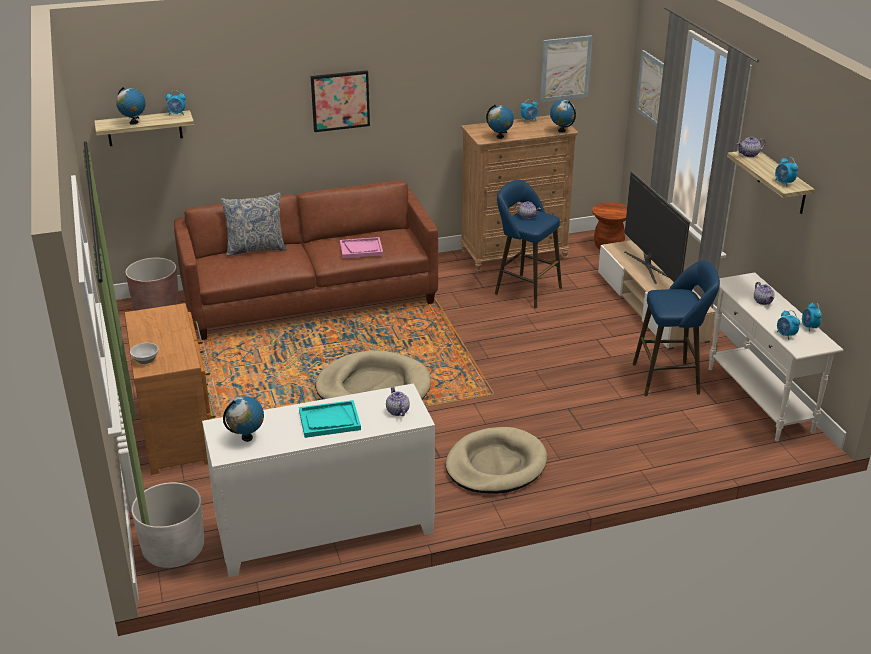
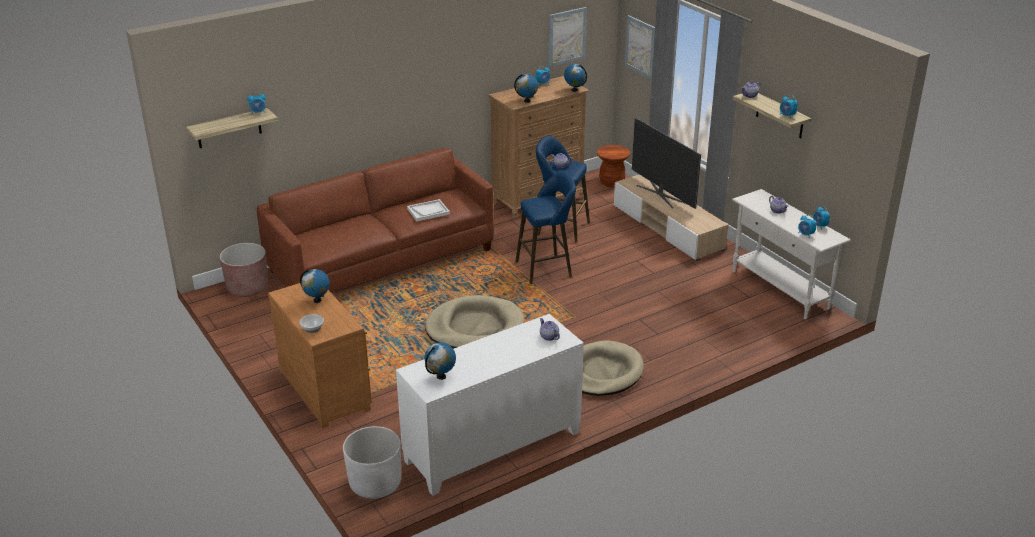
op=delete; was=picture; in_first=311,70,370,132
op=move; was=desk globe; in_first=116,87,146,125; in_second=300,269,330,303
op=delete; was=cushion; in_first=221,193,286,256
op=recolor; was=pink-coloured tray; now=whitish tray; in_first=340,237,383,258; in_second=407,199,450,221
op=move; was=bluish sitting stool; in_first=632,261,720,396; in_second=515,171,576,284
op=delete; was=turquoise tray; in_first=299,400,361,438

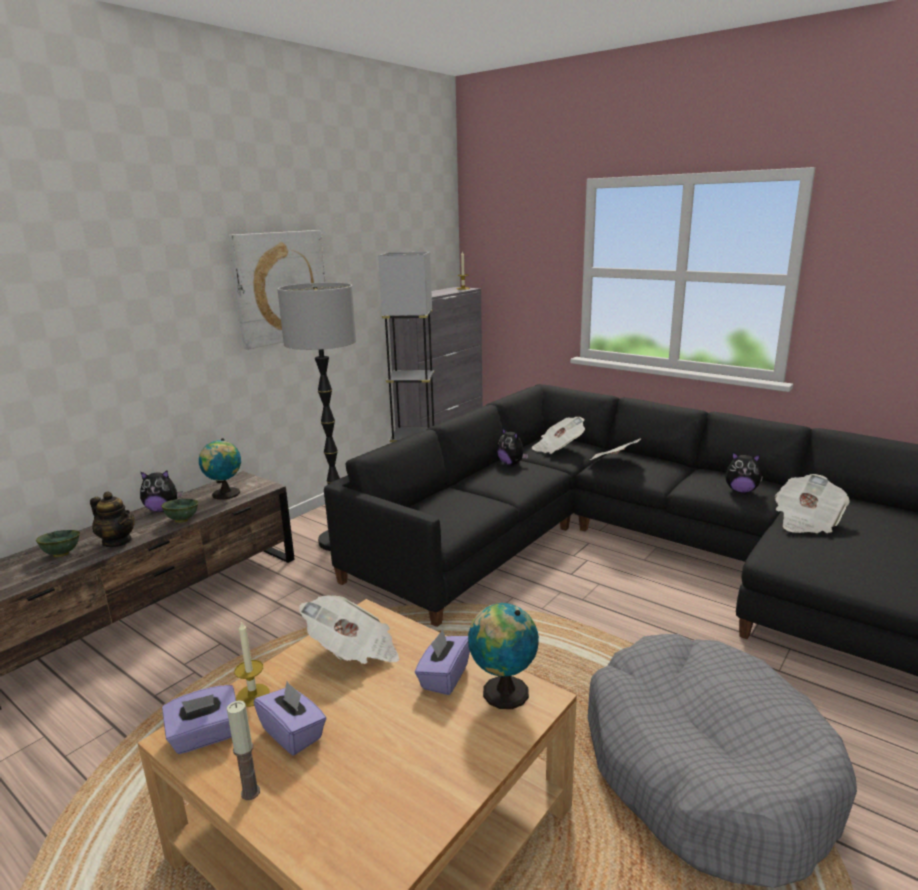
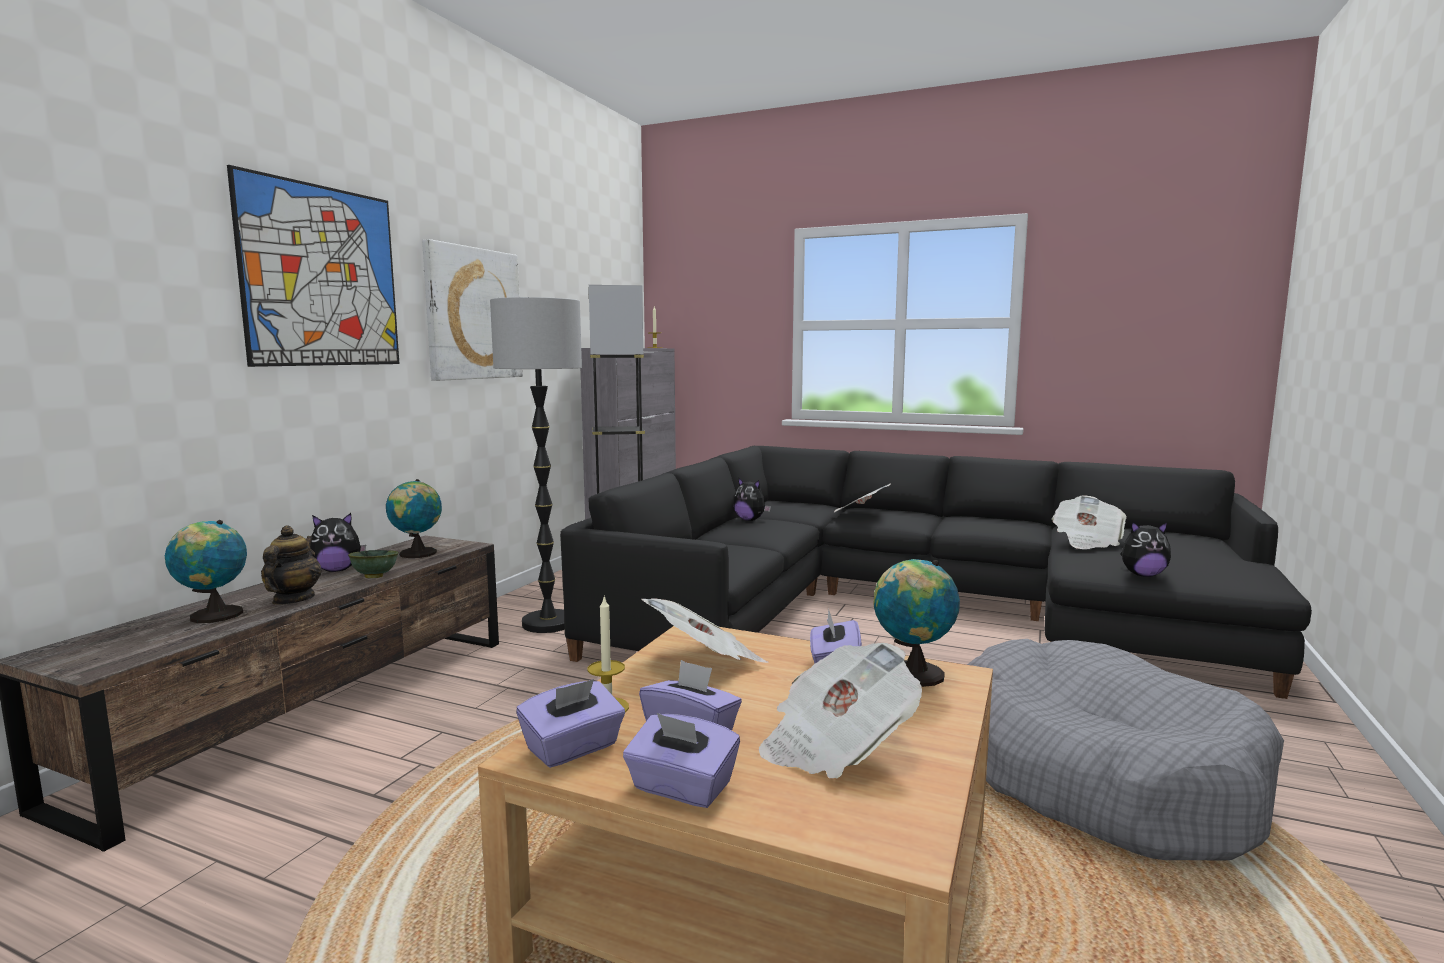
op=move; was=daily paper; in_first=532,417,585,454; in_second=758,643,922,778
op=move; was=cuddly toy; in_first=725,452,763,493; in_second=1120,522,1171,577
op=rotate; was=teapot; in_first=90,491,135,547; in_second=261,525,322,605; clockwise=-105
op=replace; was=greenish bowl; now=desk globe; in_first=36,530,80,557; in_second=165,520,247,623
op=replace; was=wax light; now=purple tissue holder; in_first=227,700,260,800; in_second=623,713,740,808
op=insert; now=picture; in_second=227,165,399,367

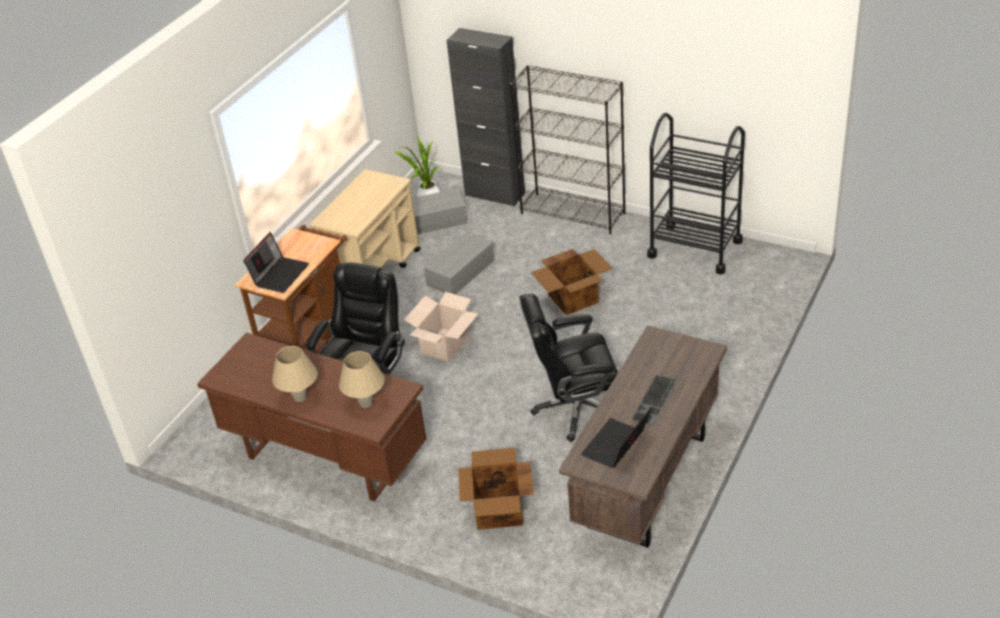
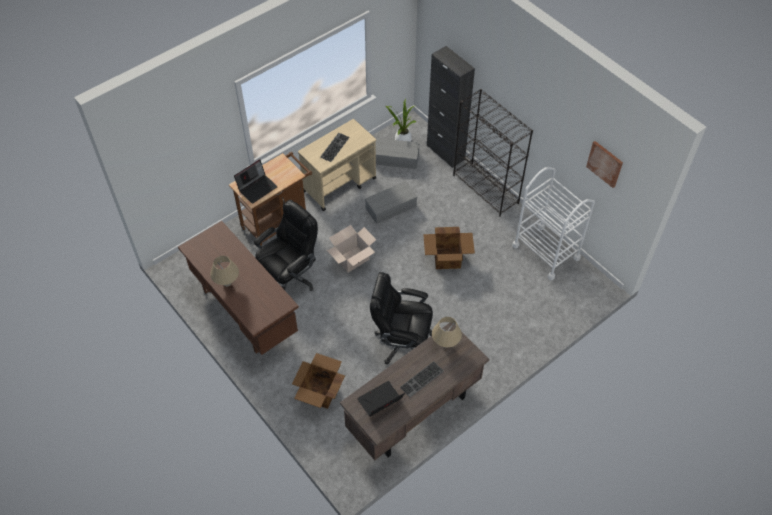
op=recolor; was=black-coloured cart; now=whitish cart; in_first=647,113,745,274; in_second=512,167,595,280
op=move; was=beige-coloured table lamp; in_first=339,351,385,408; in_second=432,317,462,348
op=insert; now=computer keyboard; in_second=320,133,350,162
op=insert; now=picture; in_second=586,141,623,188

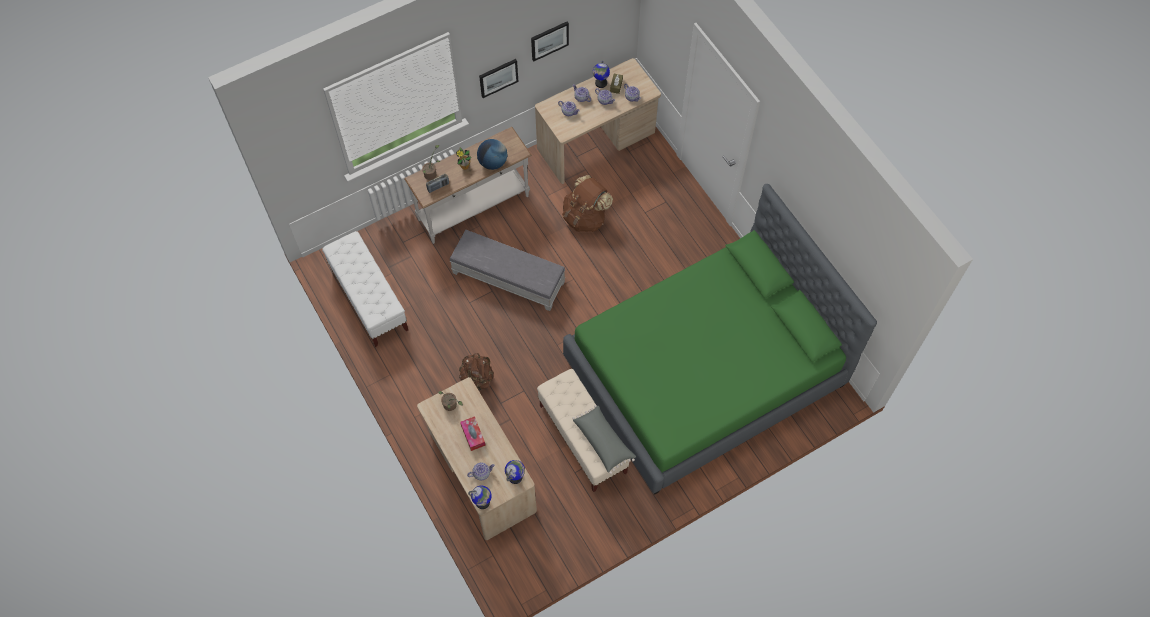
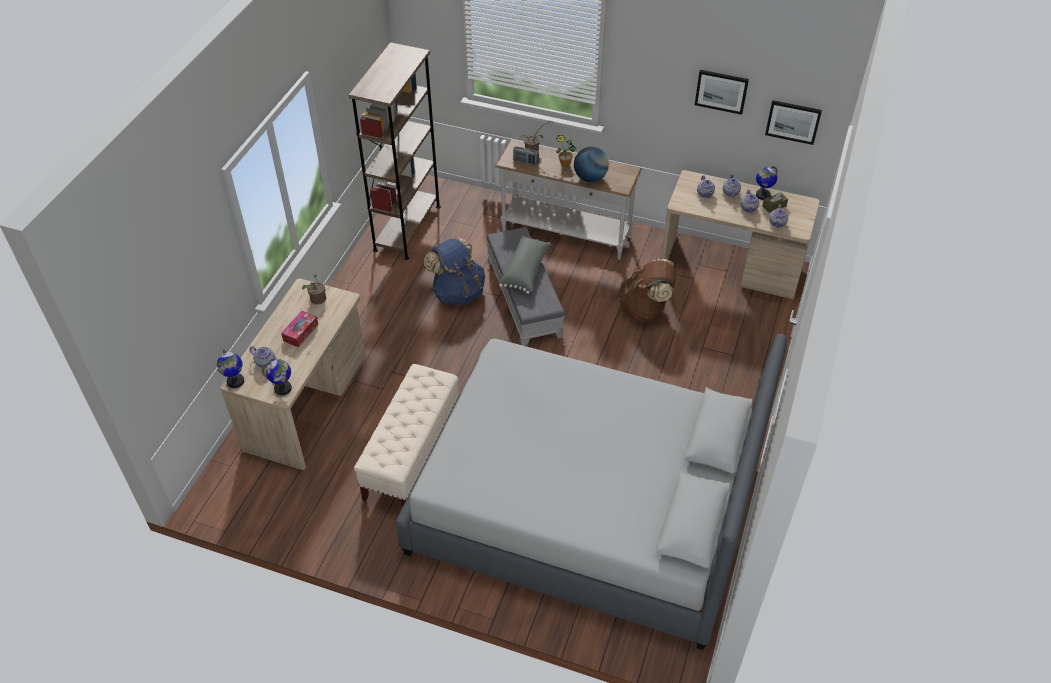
op=move; was=picture; in_first=479,59,518,98; in_second=765,100,822,145
op=recolor; was=greenish bed; now=gray bed; in_first=563,184,877,495; in_second=396,333,787,650
op=replace; was=whitish long seat; now=brown bookshelf; in_first=322,231,408,347; in_second=349,42,441,260
op=delete; was=brown rucksack; in_first=459,353,494,390
op=move; was=gray cushion; in_first=572,405,636,474; in_second=499,236,551,294
op=insert; now=bluish rucksack; in_second=424,237,485,305

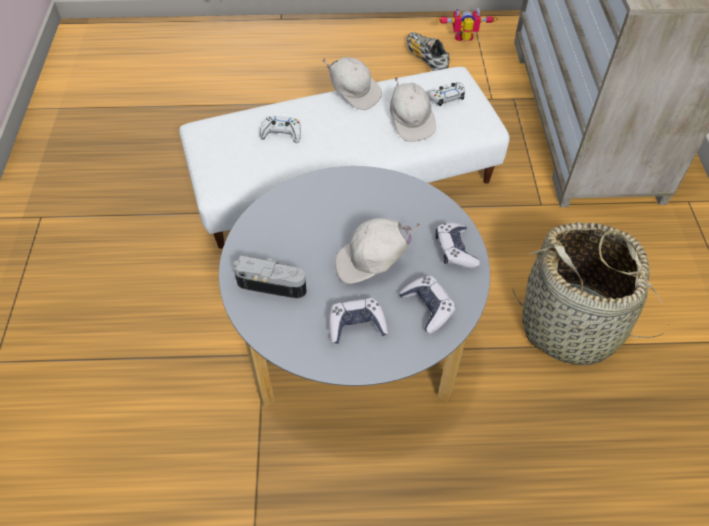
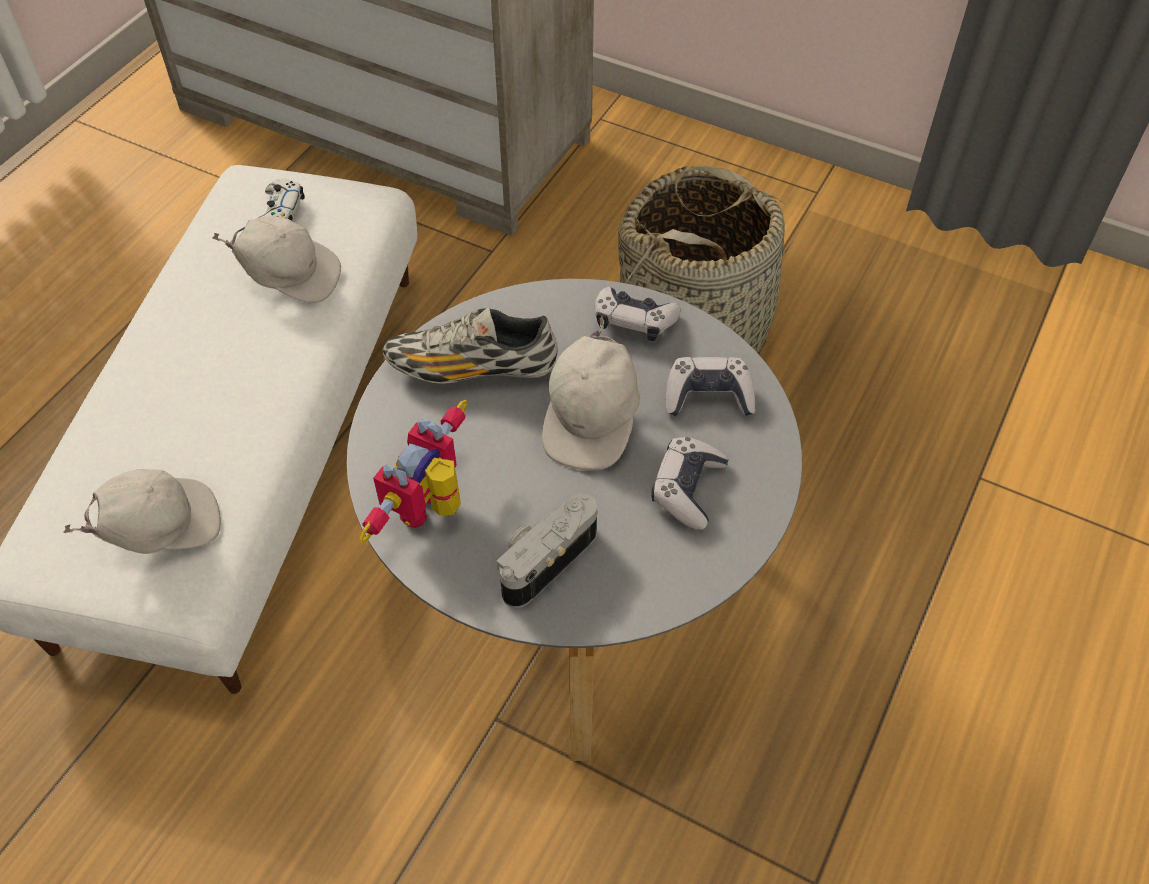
op=move; was=robot figure; in_first=436,7,498,41; in_second=359,400,467,543
op=move; was=shoe; in_first=407,32,449,71; in_second=382,308,558,384
op=move; was=whitish baseball cap; in_first=322,57,382,110; in_second=64,469,221,554
op=delete; was=whitish gamepad; in_first=260,116,301,143

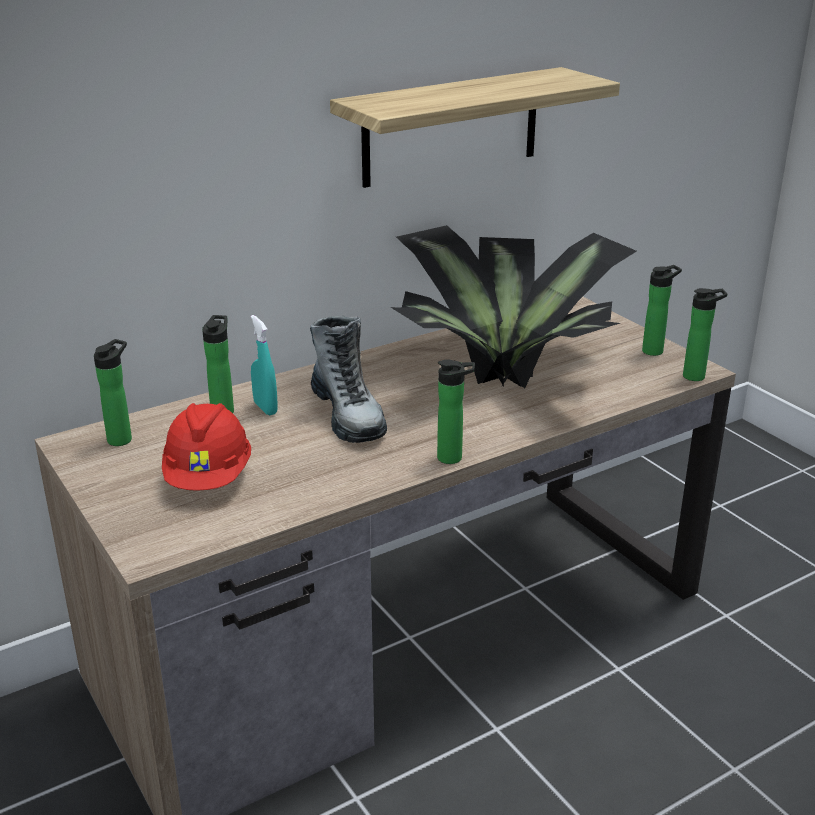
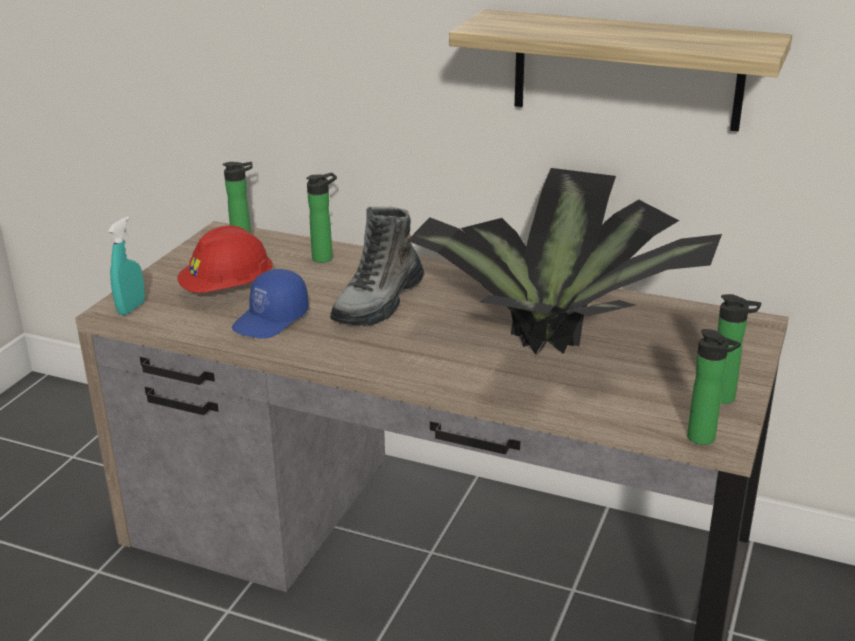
op=move; was=turquoise sprayer; in_first=251,315,278,415; in_second=108,217,145,315
op=delete; was=drink bottle; in_first=437,359,475,464
op=insert; now=bluish baseball cap; in_second=232,269,309,339

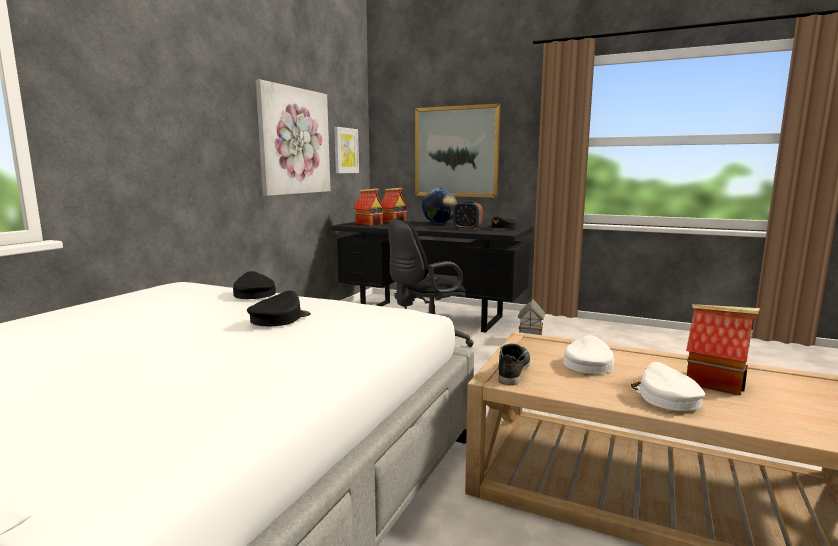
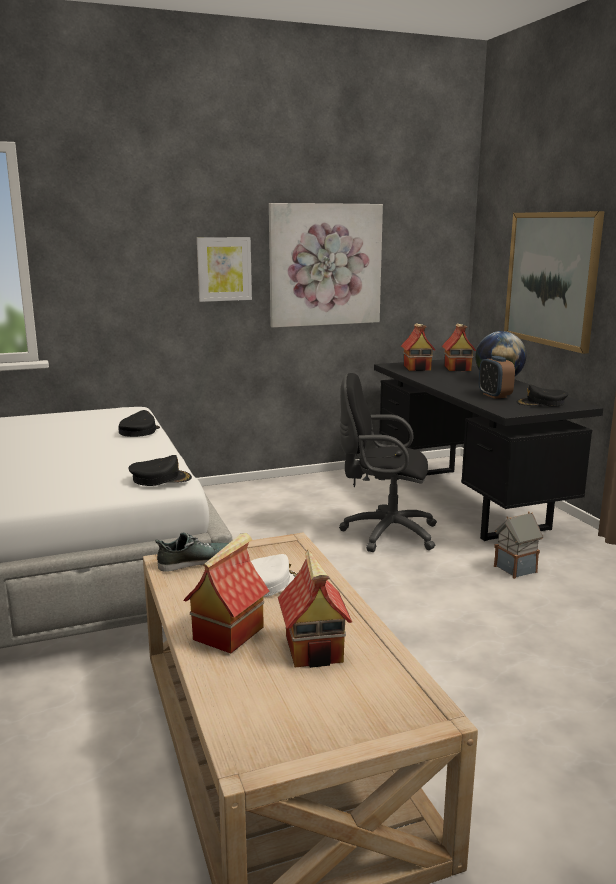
op=move; was=picture; in_first=334,127,359,173; in_second=197,237,252,302
op=move; was=black-coloured baseball cap; in_first=247,290,311,326; in_second=129,455,192,486
op=replace; was=whitish baseball cap; now=model house; in_first=630,362,705,411; in_second=183,533,270,654

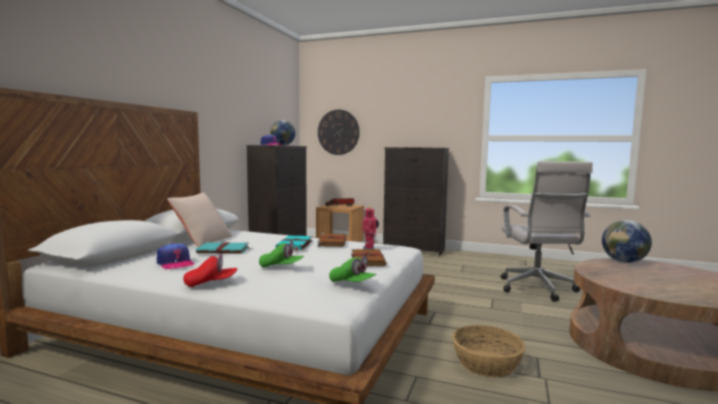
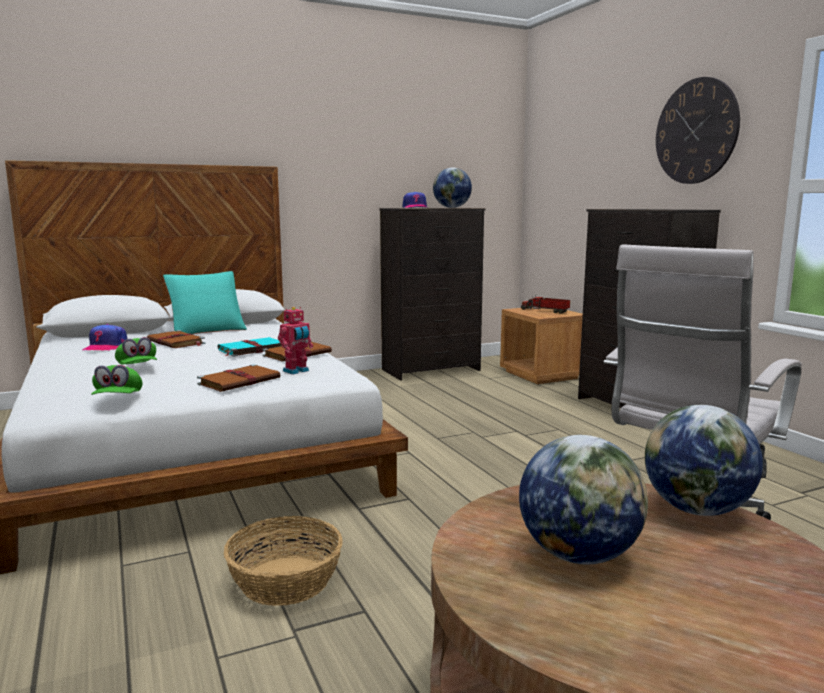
op=move; was=clock on the wall; in_first=318,110,360,155; in_second=656,77,740,184
op=recolor; was=beige-coloured cushion; now=turquoise cushion; in_first=167,192,232,247; in_second=163,271,247,334
op=recolor; was=turquoise volume; now=brown volume; in_first=196,242,250,254; in_second=147,330,206,348
op=delete; was=reddish baseball cap; in_first=183,253,237,287
op=insert; now=desk globe; in_second=519,435,648,564

